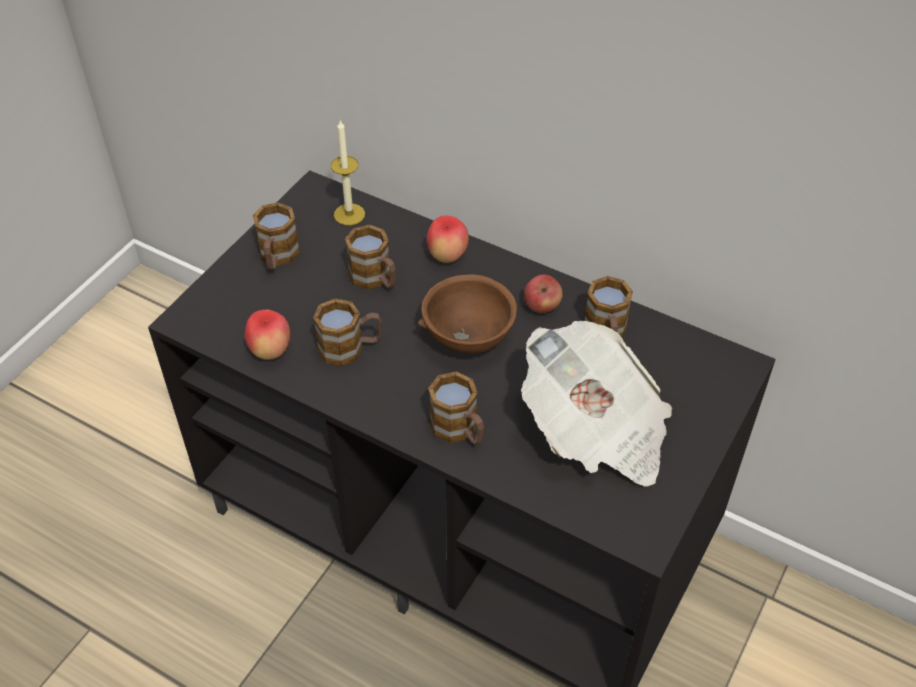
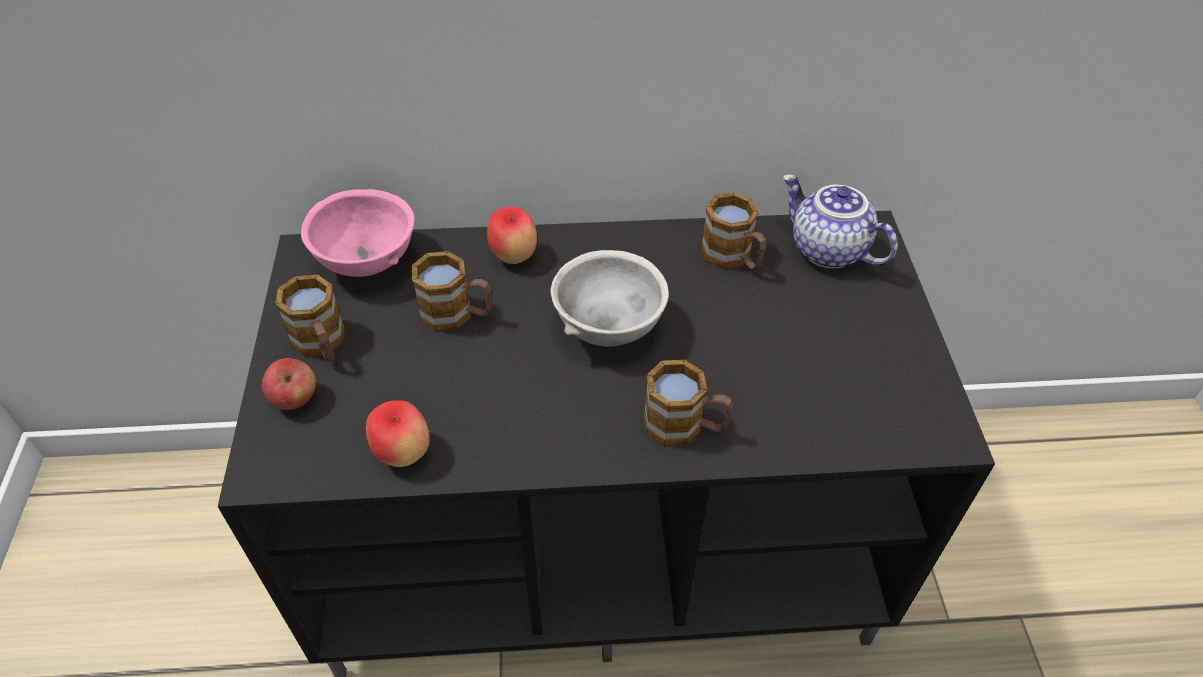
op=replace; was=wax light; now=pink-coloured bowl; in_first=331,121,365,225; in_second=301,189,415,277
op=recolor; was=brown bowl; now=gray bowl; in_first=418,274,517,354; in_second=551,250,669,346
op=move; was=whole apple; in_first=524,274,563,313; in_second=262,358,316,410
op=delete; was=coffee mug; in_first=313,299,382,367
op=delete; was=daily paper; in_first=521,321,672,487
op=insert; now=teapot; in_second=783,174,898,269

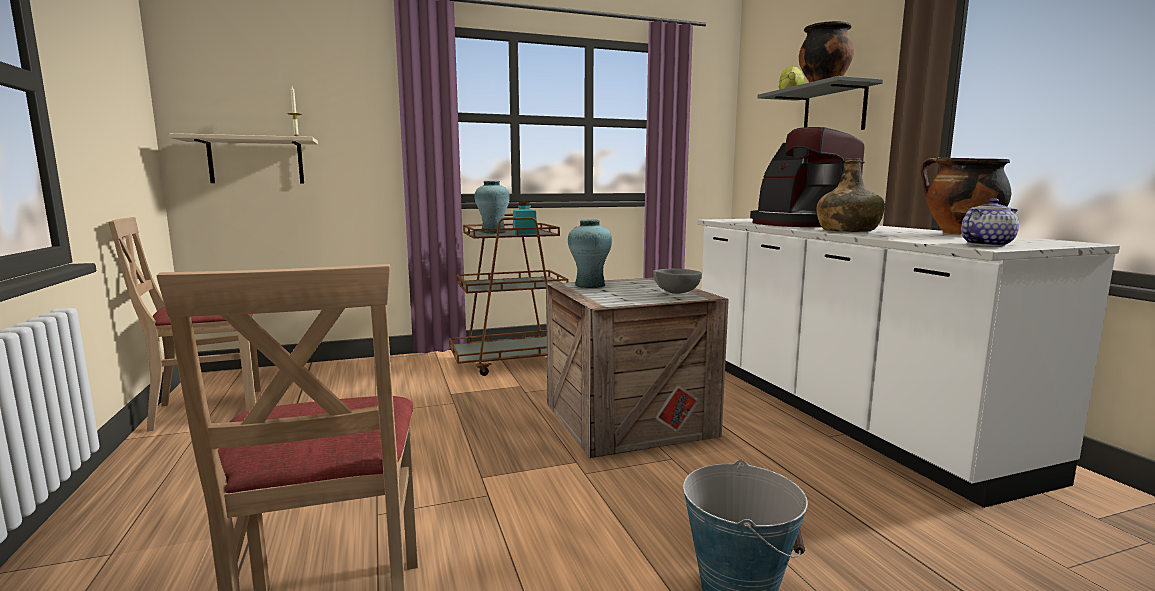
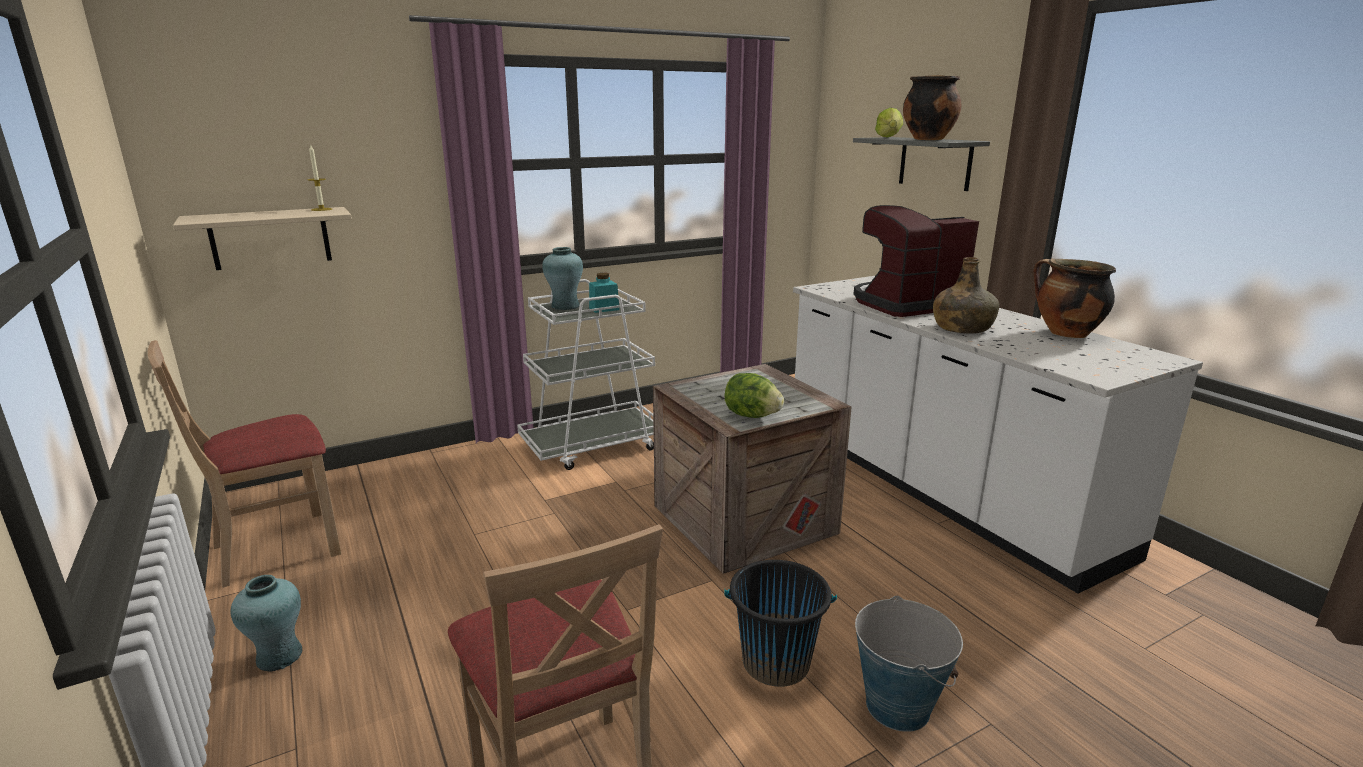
op=rotate; was=coffee machine; in_first=750,127,865,227; in_second=854,205,979,317; clockwise=105
op=delete; was=teapot; in_first=961,198,1019,247
op=recolor; was=brown cart; now=whitish cart; in_first=449,214,568,376; in_second=517,279,655,470
op=move; was=turquoise vase; in_first=568,219,612,288; in_second=231,575,302,672
op=delete; was=gray bowl; in_first=653,269,702,294
op=insert; now=head of lettuce; in_second=725,373,784,418
op=insert; now=black-coloured water bucket; in_second=724,560,837,687

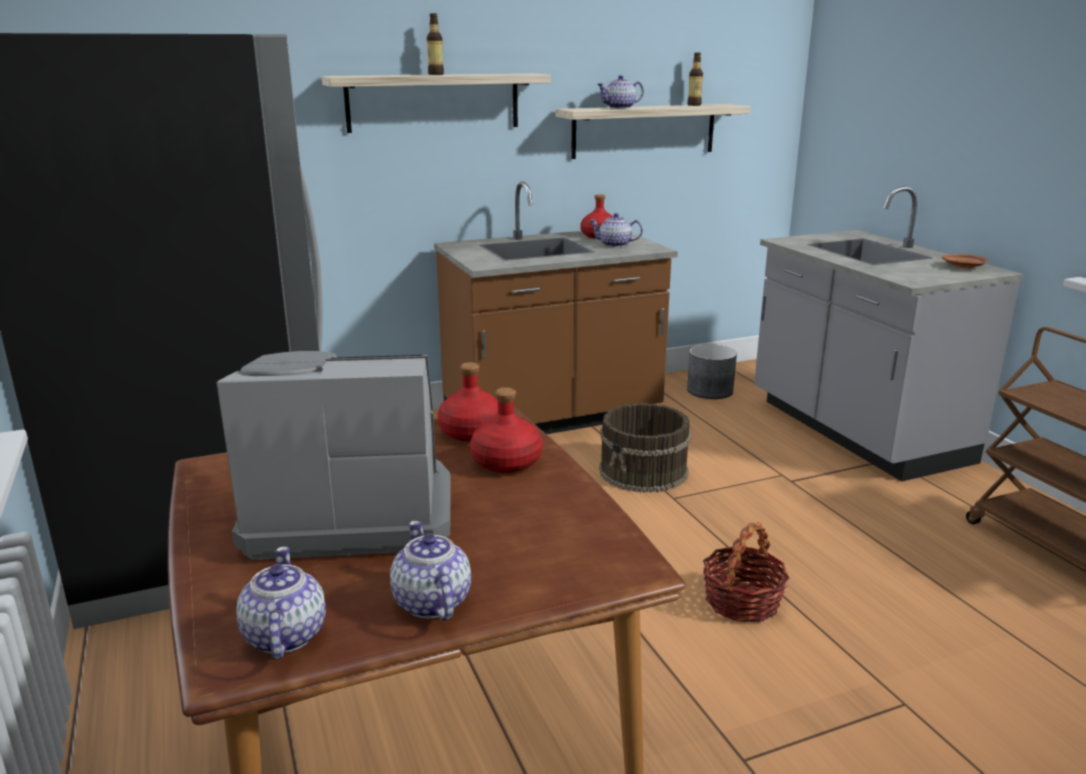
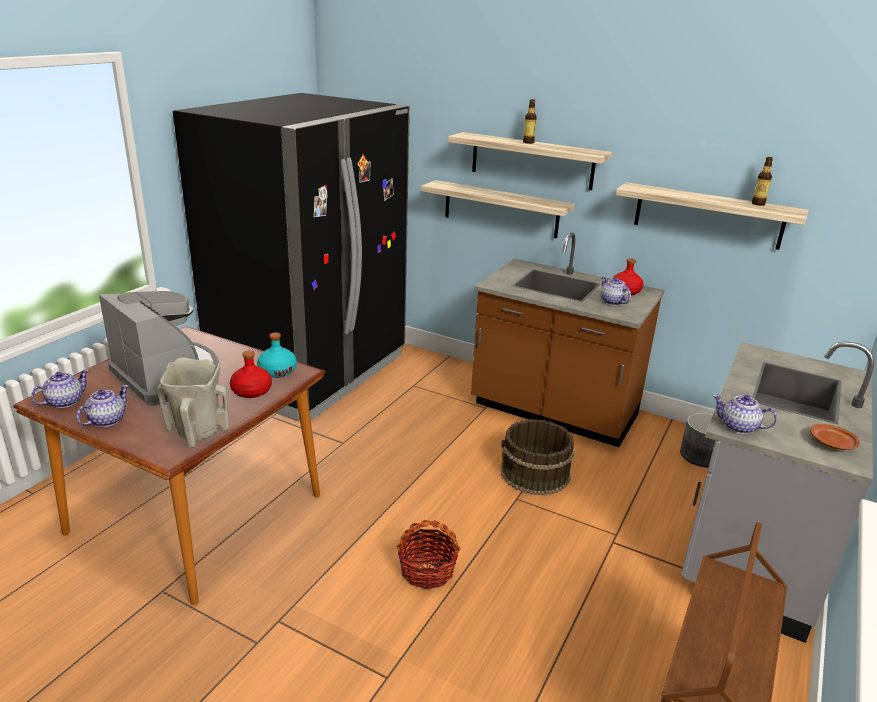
op=move; was=teapot; in_first=597,75,644,109; in_second=713,395,777,434
op=recolor; was=reddish drink bottle; now=turquoise drink bottle; in_first=437,362,498,442; in_second=257,332,297,378
op=insert; now=shelf; in_second=421,180,575,238
op=insert; now=beige-coloured vase; in_second=157,358,229,448

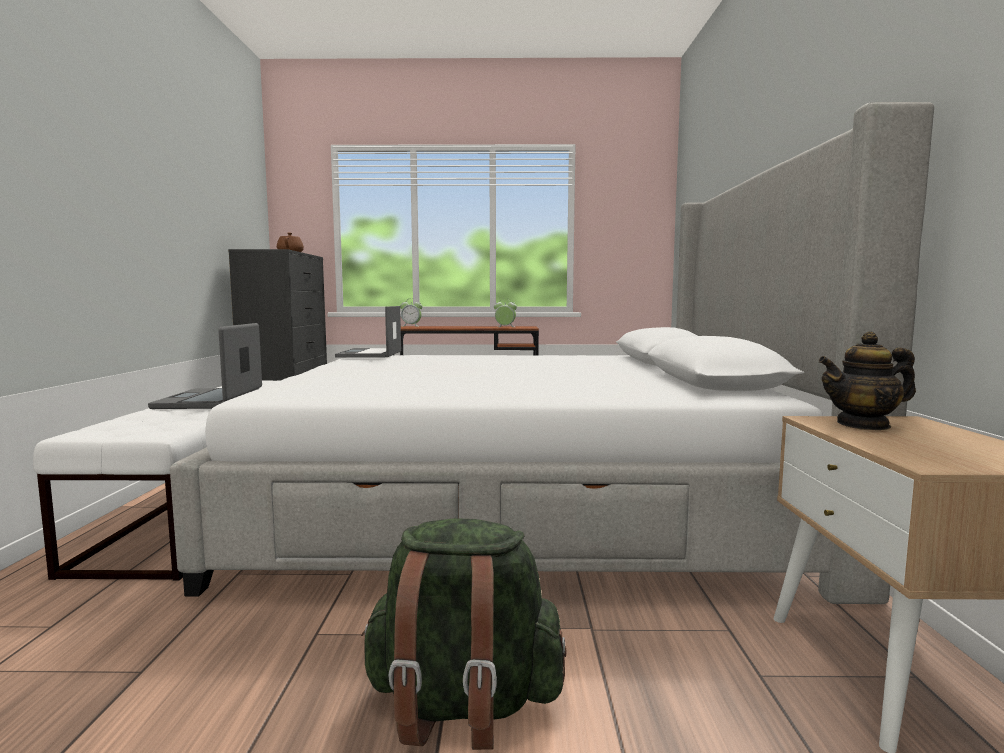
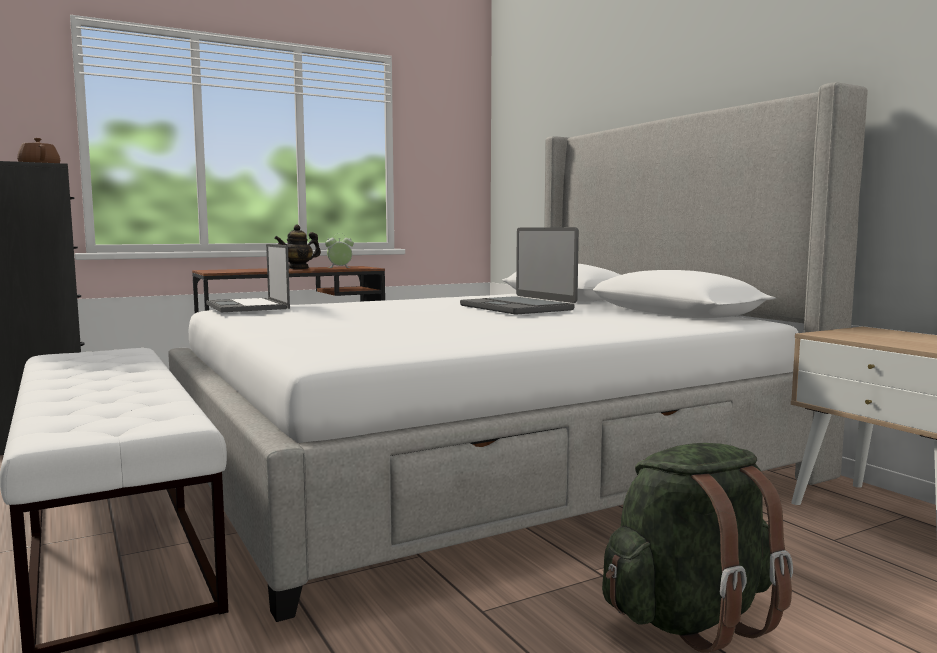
op=delete; was=bedside clock; in_first=400,298,422,327
op=move; was=laptop; in_first=148,323,262,409; in_second=460,227,579,315
op=move; was=teapot; in_first=818,332,916,430; in_second=274,225,321,269

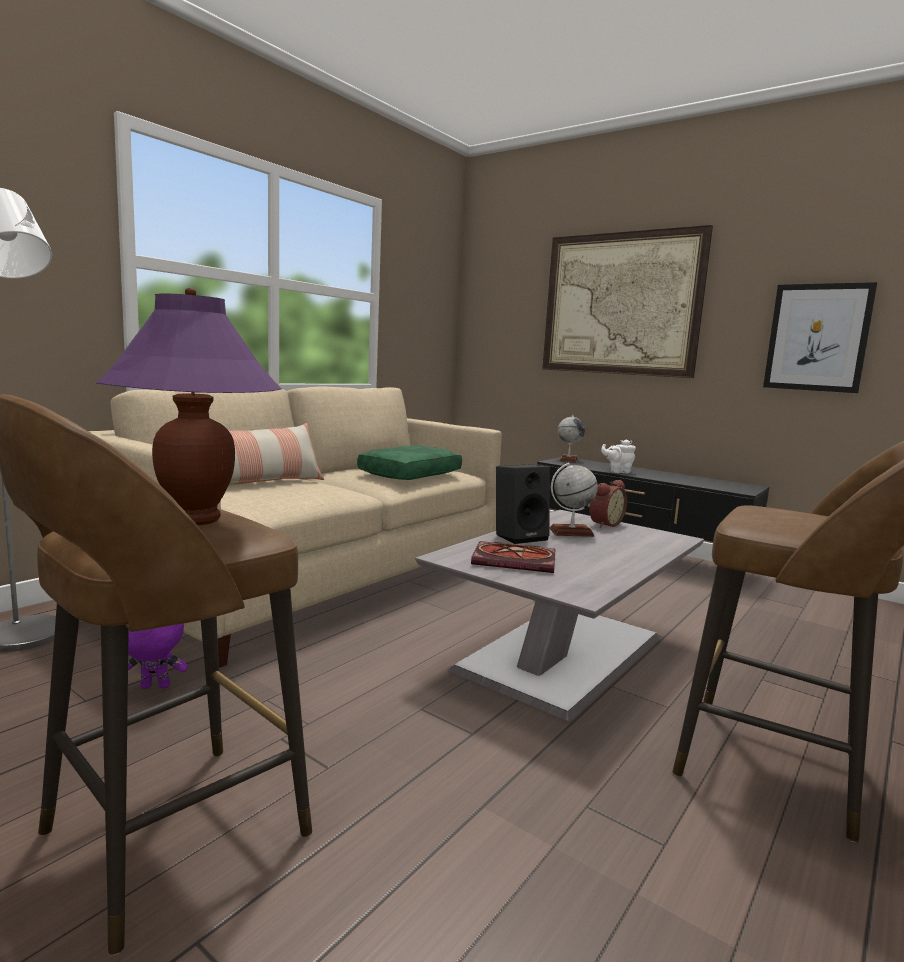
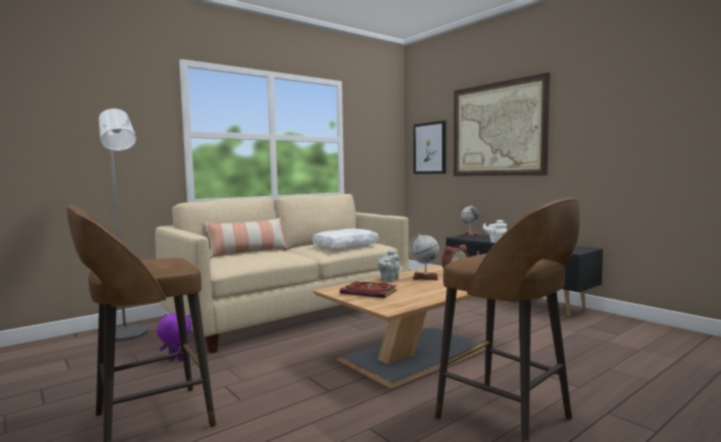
op=move; was=picture; in_first=763,282,877,393; in_second=413,120,446,174
op=delete; was=purple table lamp; in_first=96,288,281,525
op=recolor; was=greenish cushion; now=whitish cushion; in_first=357,446,462,480; in_second=312,229,378,249
op=replace; was=black-coloured speaker; now=gray teapot; in_first=496,465,550,544; in_second=377,250,400,282
op=recolor; was=gray low table; now=brown low table; in_first=415,510,704,721; in_second=313,266,486,388

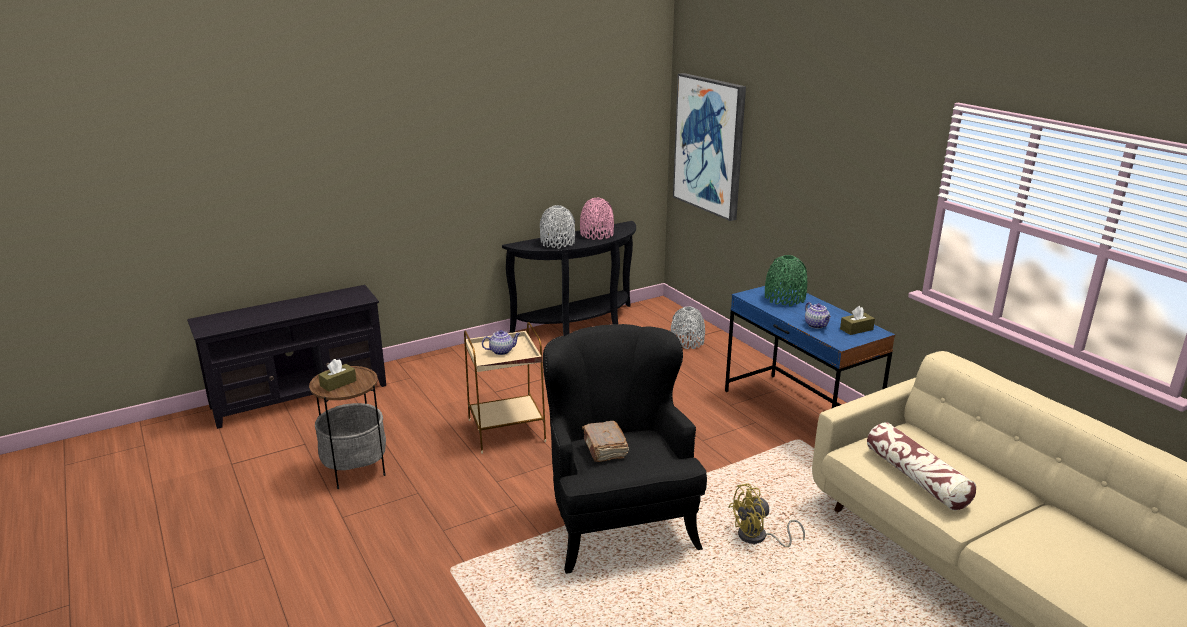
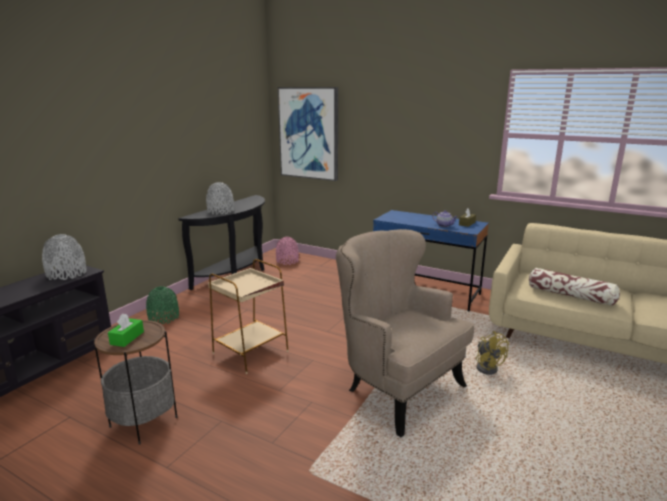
op=move; was=pink-coloured vase; in_first=580,198,614,240; in_second=276,237,299,265
op=move; was=greenish vase; in_first=765,255,807,306; in_second=146,286,179,324
op=move; was=gray vase; in_first=671,306,705,349; in_second=42,234,87,280
op=recolor; was=black-coloured lounge chair; now=beige-coloured lounge chair; in_first=543,324,707,574; in_second=336,229,474,437
op=delete; was=teapot; in_first=482,330,520,355
op=recolor; was=brown tissue holder; now=greenish tissue holder; in_first=318,359,357,392; in_second=108,314,144,347
op=delete; was=brown volume; in_first=582,421,629,462
op=rotate; was=yellow electric fan; in_first=729,484,805,547; in_second=476,331,509,375; clockwise=-60

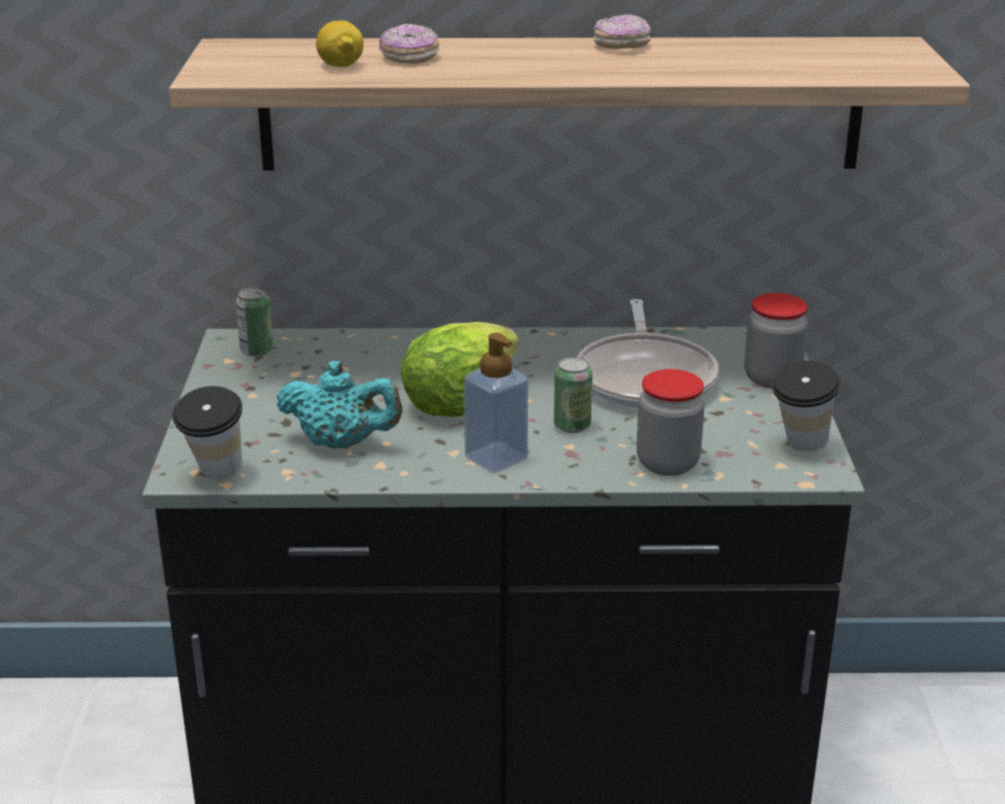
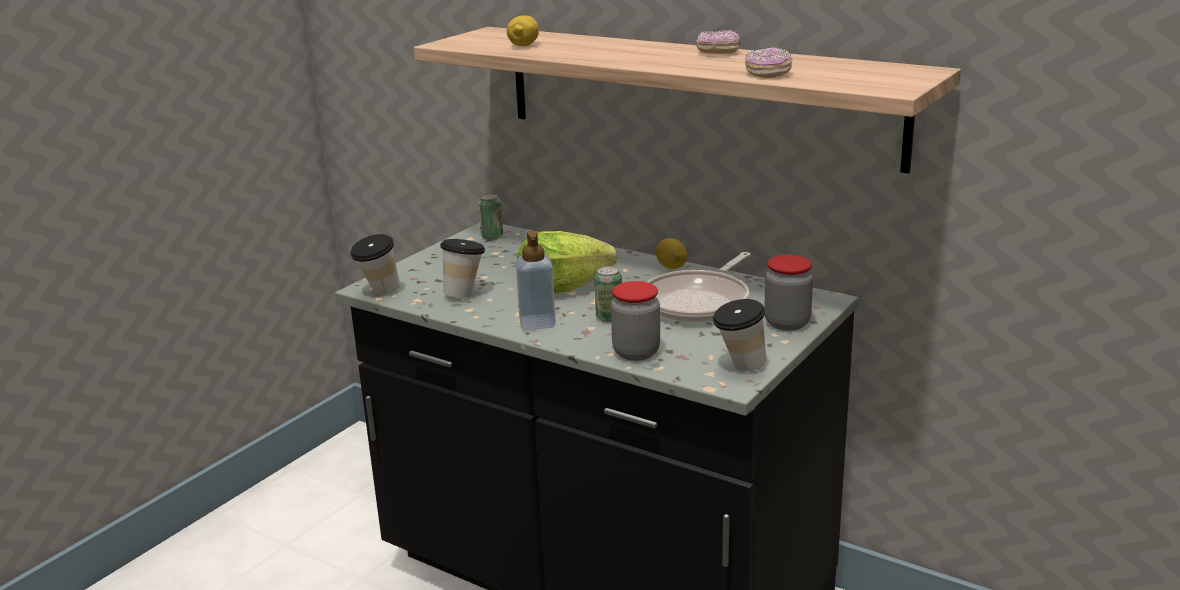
op=move; was=doughnut; in_first=379,24,439,64; in_second=745,48,793,78
op=replace; was=turquoise teapot; now=cup; in_first=277,361,402,449; in_second=440,239,485,298
op=insert; now=citrus fruit; in_second=656,238,687,269

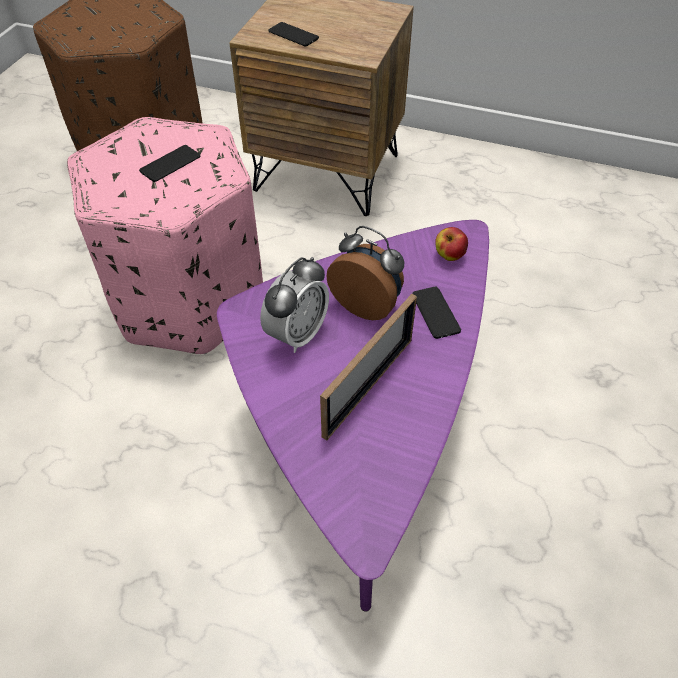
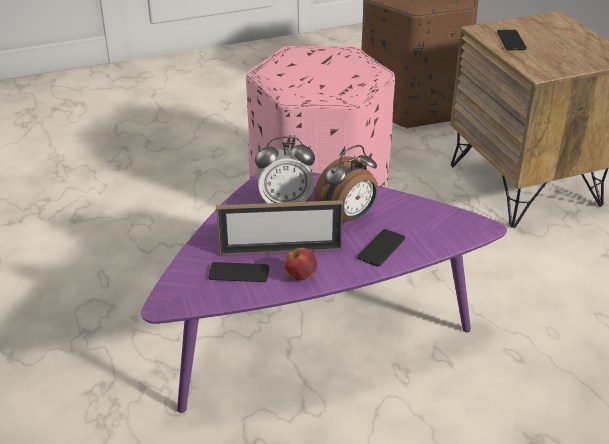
op=move; was=telephone; in_first=139,145,200,182; in_second=208,262,269,282
op=rotate; was=bedside clock; in_first=326,226,404,320; in_second=314,145,378,221; clockwise=60
op=move; was=whole apple; in_first=435,227,468,261; in_second=284,248,317,280

